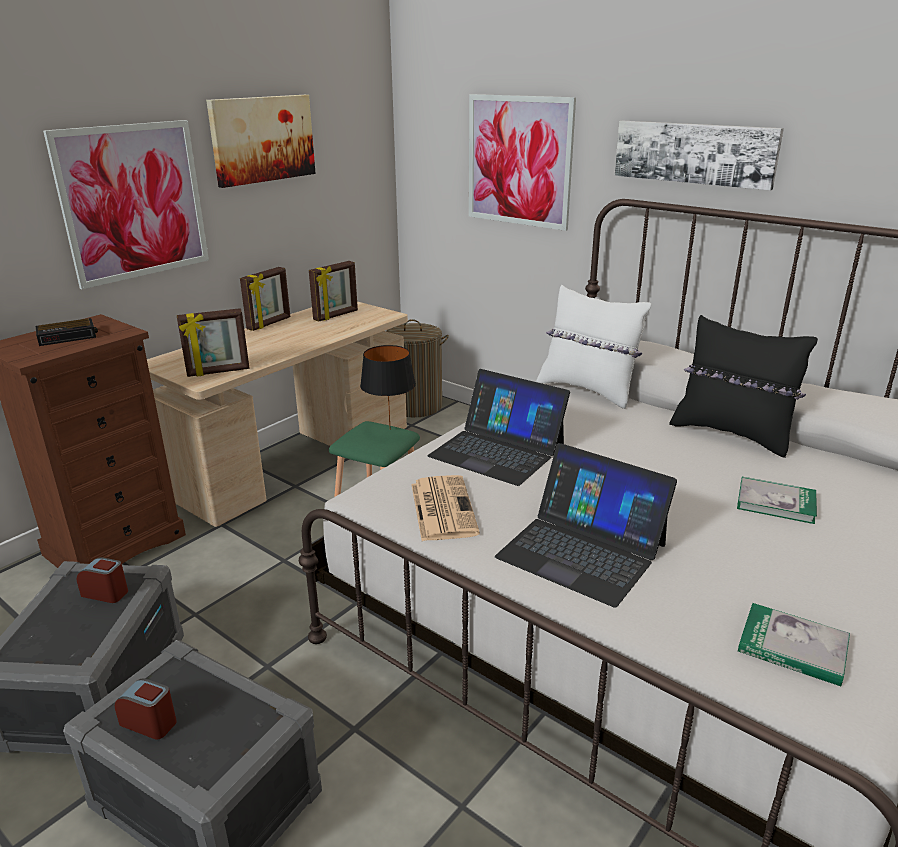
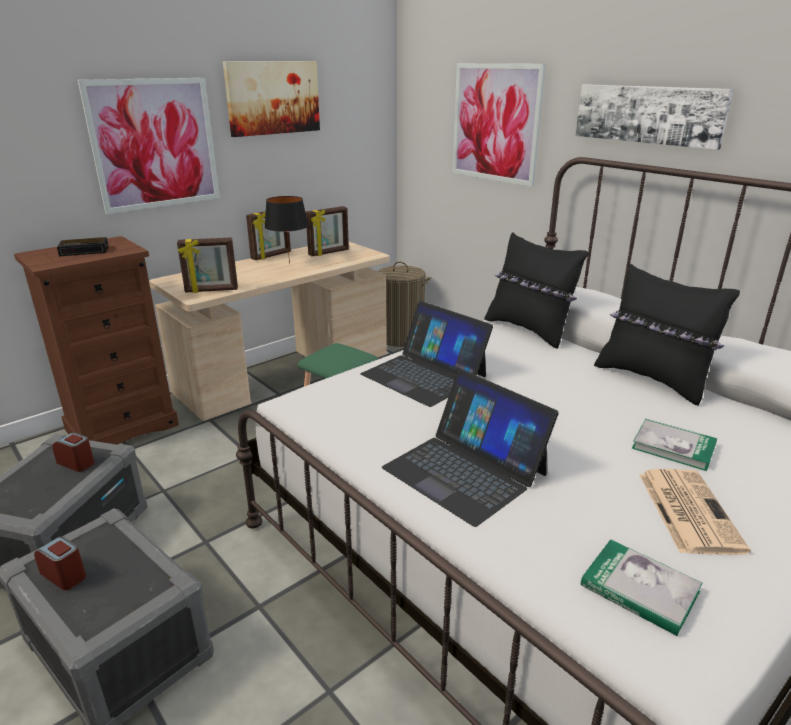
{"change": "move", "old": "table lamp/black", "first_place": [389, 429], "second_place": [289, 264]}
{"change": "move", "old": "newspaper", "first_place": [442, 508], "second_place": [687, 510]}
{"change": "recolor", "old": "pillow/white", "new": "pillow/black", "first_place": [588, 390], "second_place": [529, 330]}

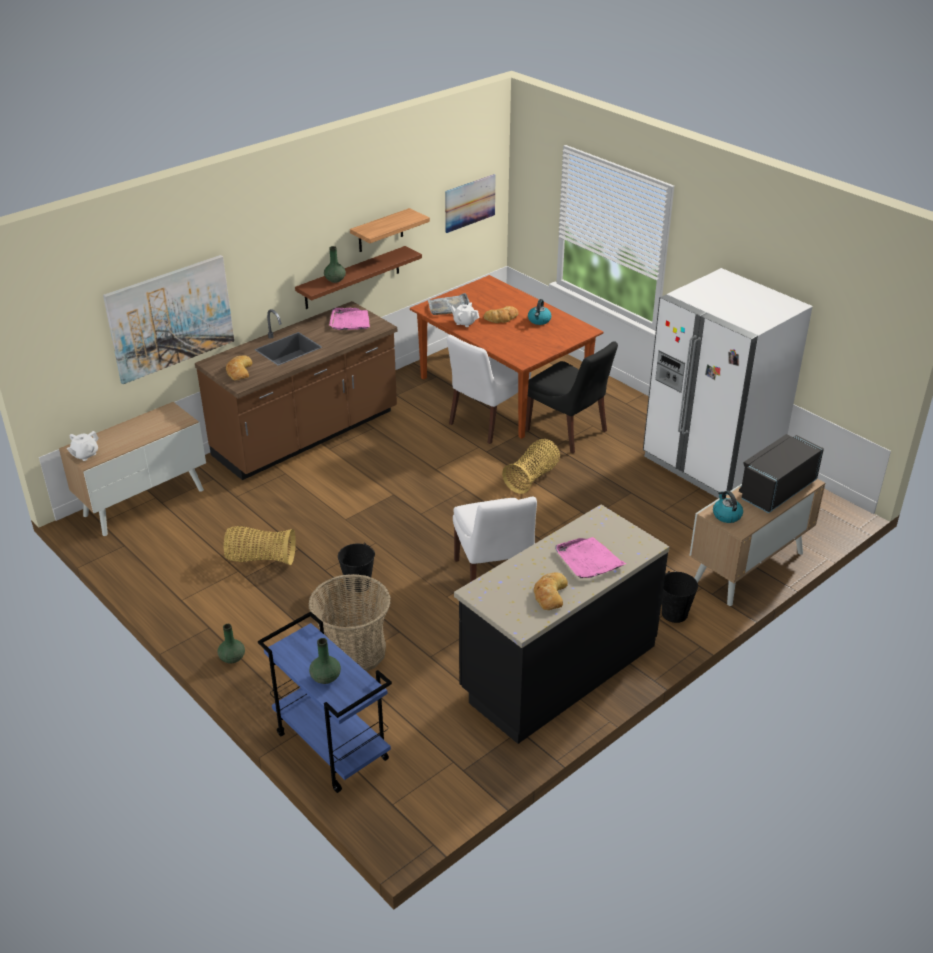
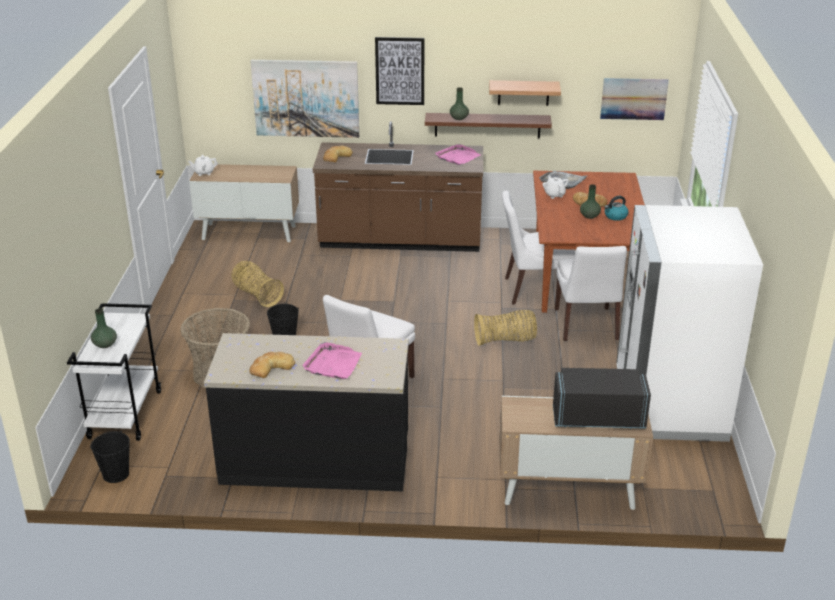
{"change": "delete", "old": "kettle", "first_place": [726, 515]}
{"change": "insert", "new": "picture", "second_place": [400, 71]}
{"change": "move", "old": "vase/green", "first_place": [232, 658], "second_place": [590, 216]}
{"change": "move", "old": "bucket/black", "first_place": [674, 613], "second_place": [116, 474]}
{"change": "recolor", "old": "cart/blue", "new": "cart/white", "first_place": [330, 746], "second_place": [125, 414]}
{"change": "recolor", "old": "chair/black", "new": "chair/white", "first_place": [568, 432], "second_place": [586, 325]}

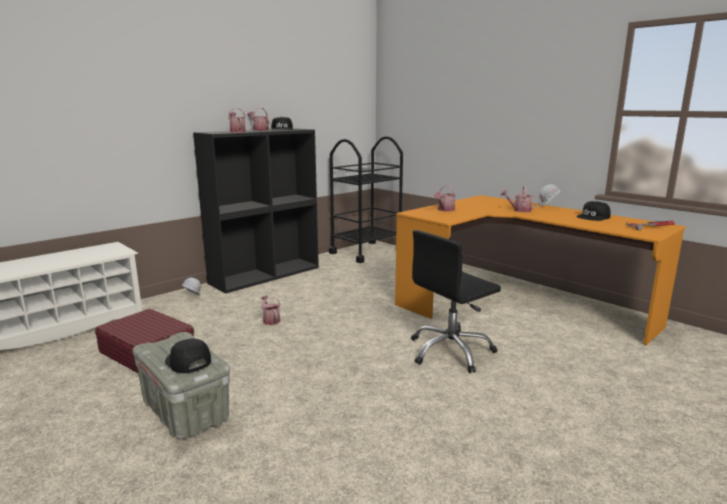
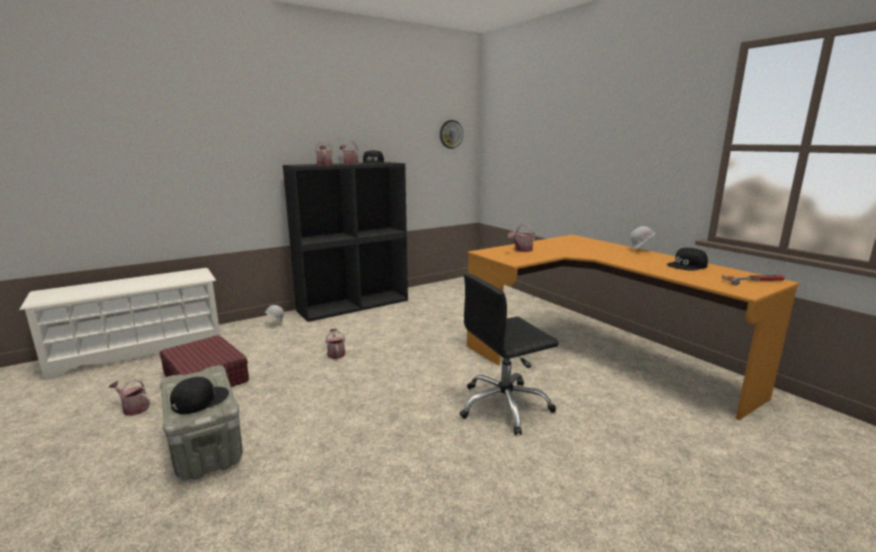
{"change": "delete", "old": "cart/black", "first_place": [366, 252]}
{"change": "insert", "new": "wall clock", "second_place": [451, 134]}
{"change": "move", "old": "watering can", "first_place": [519, 210], "second_place": [133, 408]}
{"change": "rotate", "old": "cap/black", "first_place": [187, 361], "second_place": [199, 400], "degrees": 75}

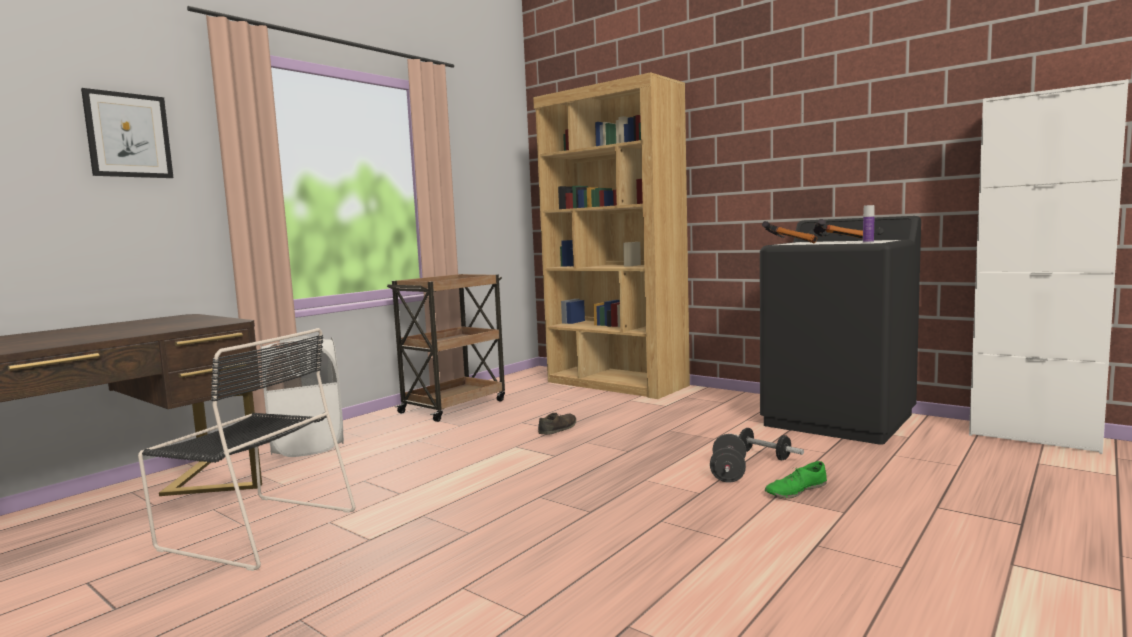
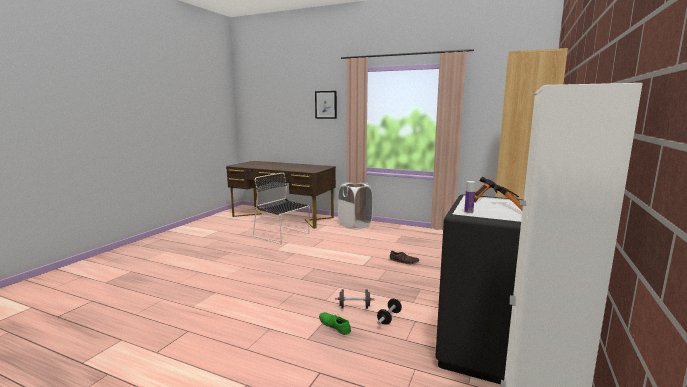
{"change": "delete", "old": "cart/brown", "first_place": [454, 406]}
{"change": "rotate", "old": "chair/black", "first_place": [255, 529], "second_place": [282, 235], "degrees": 120}

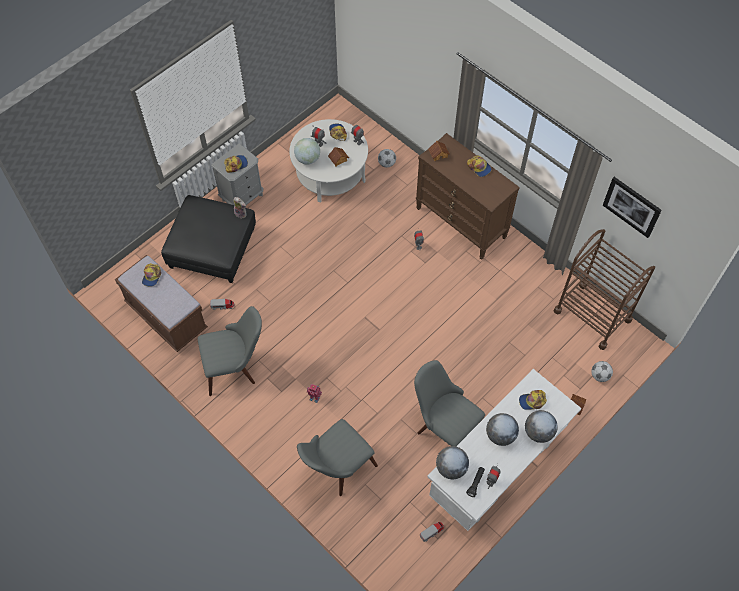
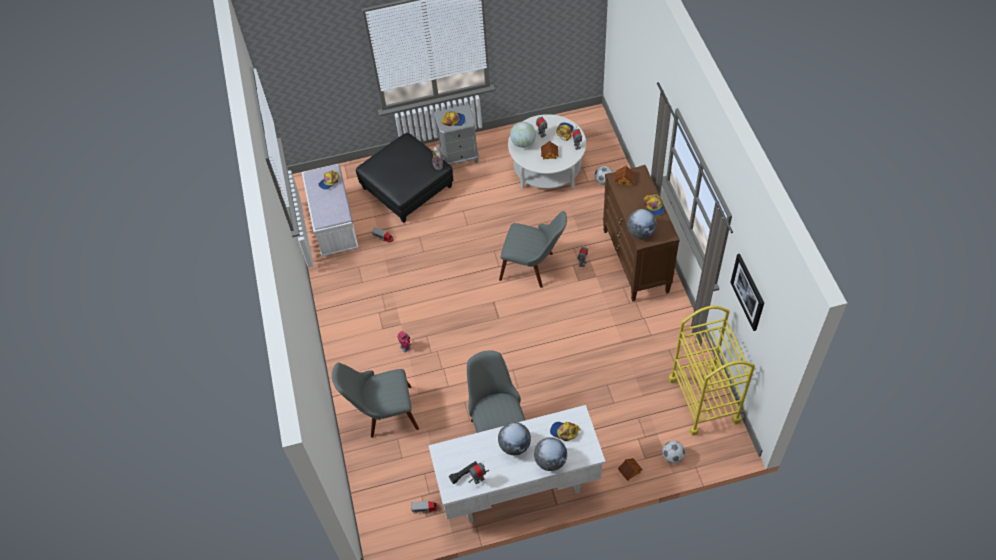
{"change": "move", "old": "chair/grey", "first_place": [235, 366], "second_place": [534, 267]}
{"change": "move", "old": "globe", "first_place": [451, 468], "second_place": [640, 232]}
{"change": "recolor", "old": "bench/brown", "new": "bench/white", "first_place": [166, 316], "second_place": [334, 225]}
{"change": "recolor", "old": "cart/brown", "new": "cart/yellow", "first_place": [592, 315], "second_place": [704, 399]}

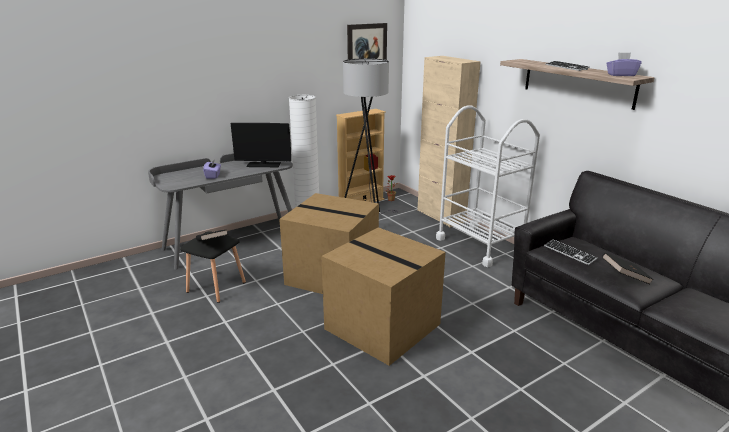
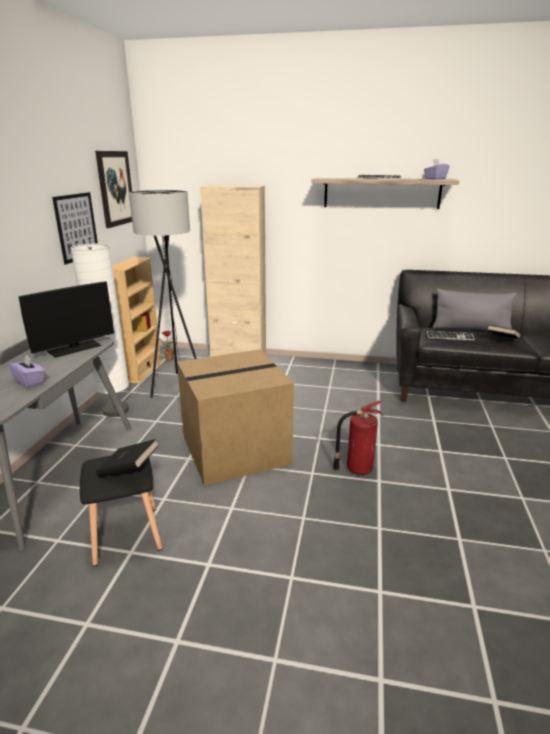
{"change": "delete", "old": "cart/white", "first_place": [480, 245]}
{"change": "insert", "new": "picture", "second_place": [76, 227]}
{"change": "insert", "new": "pillow/grey", "second_place": [470, 329]}
{"change": "replace", "old": "cardboard box", "new": "fire extinguisher", "first_place": [384, 326], "second_place": [357, 469]}

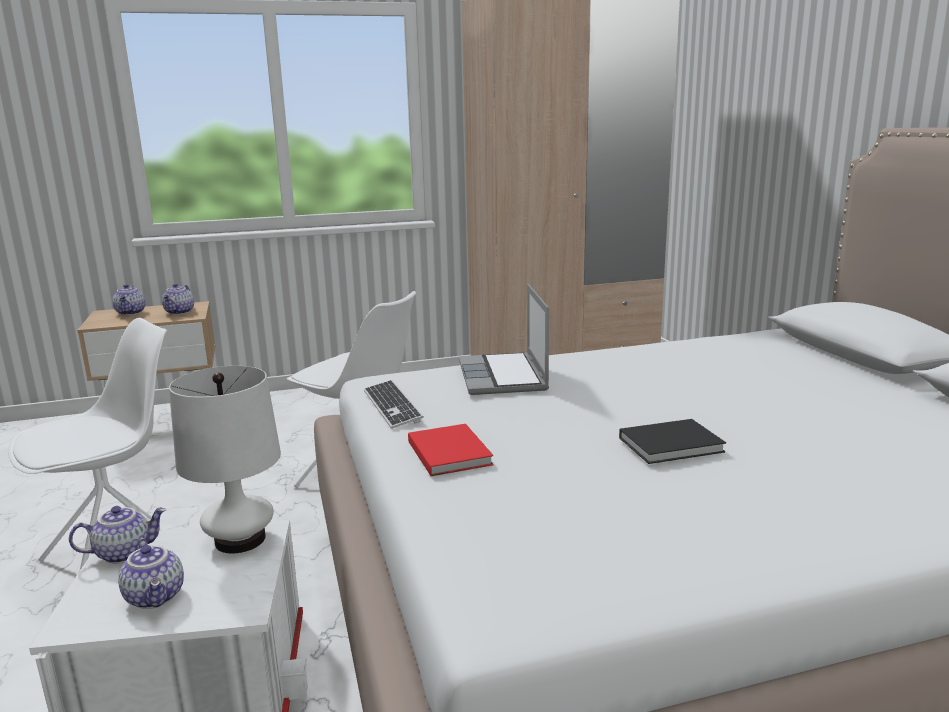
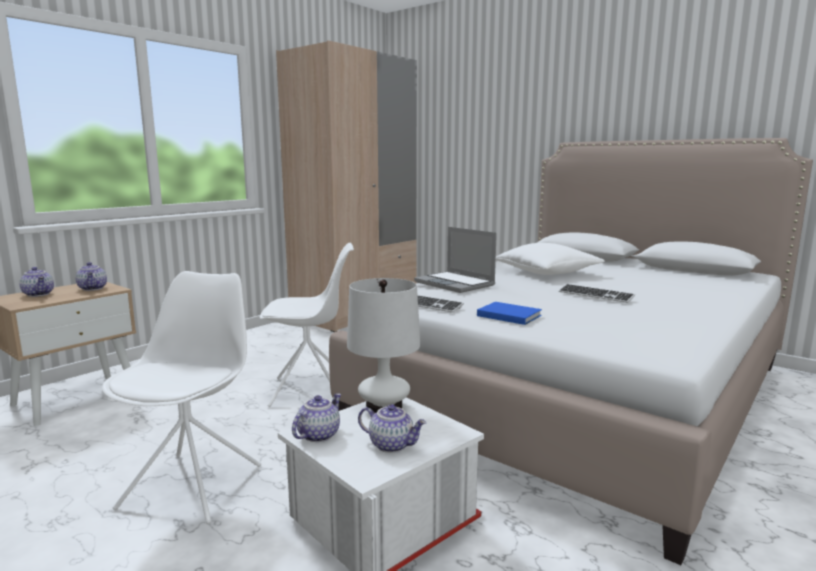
{"change": "insert", "new": "pillow/white", "second_place": [547, 272]}
{"change": "replace", "old": "book/black", "new": "keyboard", "first_place": [673, 445], "second_place": [595, 295]}
{"change": "recolor", "old": "book/red", "new": "book/blue", "first_place": [450, 452], "second_place": [508, 315]}

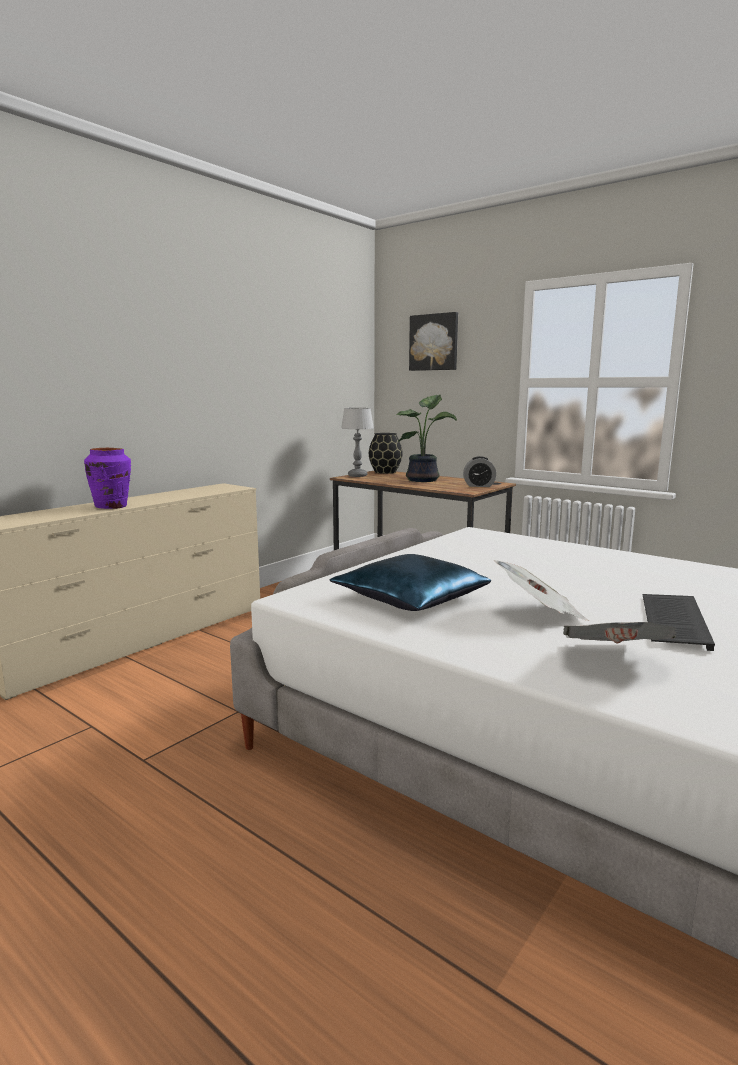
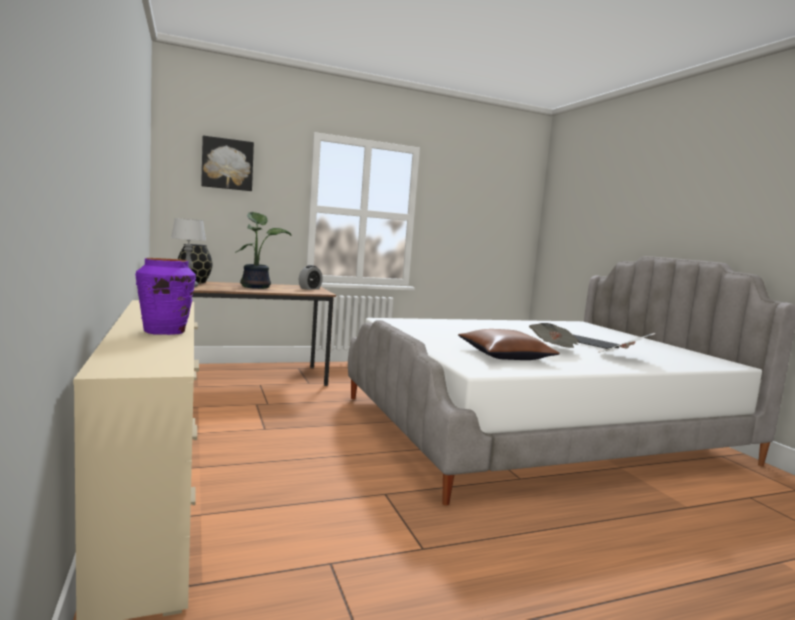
{"change": "recolor", "old": "pillow/blue", "new": "pillow/brown", "first_place": [410, 598], "second_place": [505, 356]}

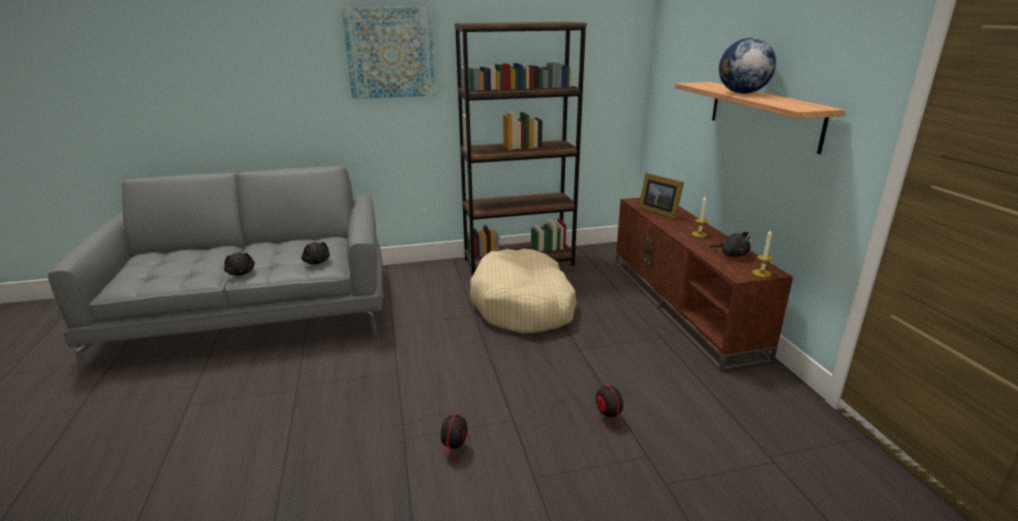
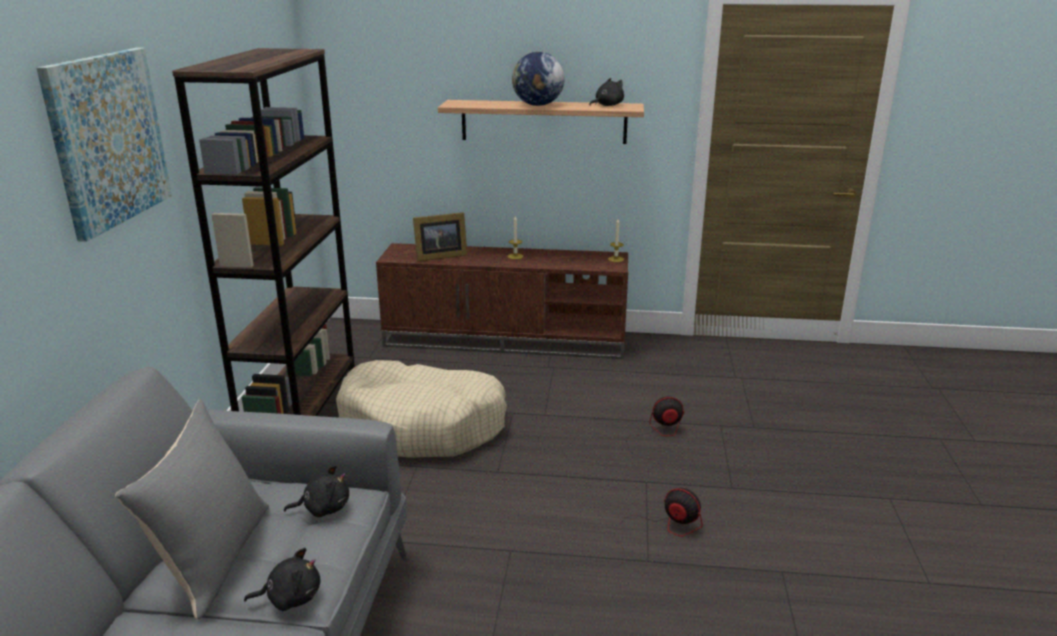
{"change": "insert", "new": "pillow/grey", "second_place": [214, 558]}
{"change": "move", "old": "plush toy/black", "first_place": [732, 254], "second_place": [607, 105]}

